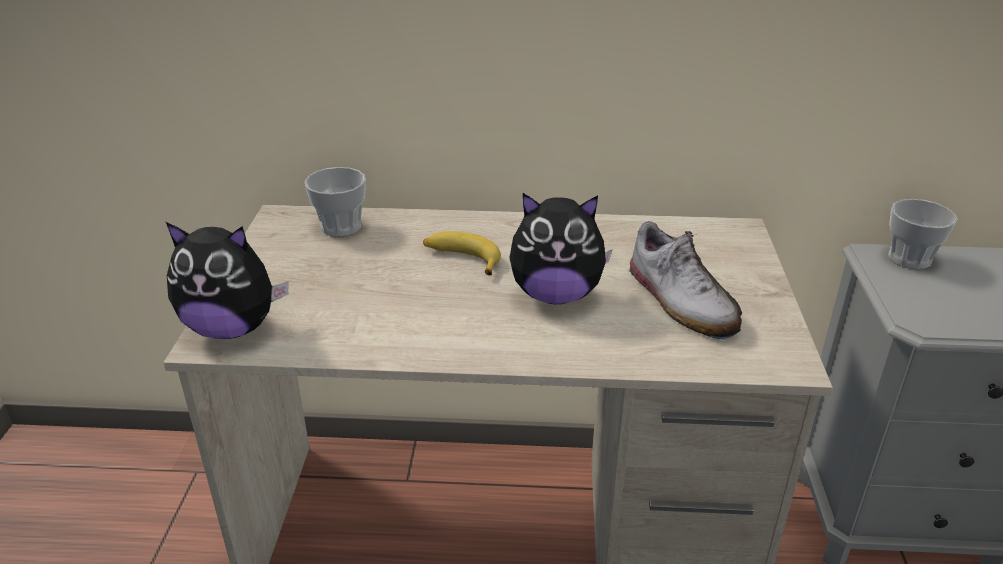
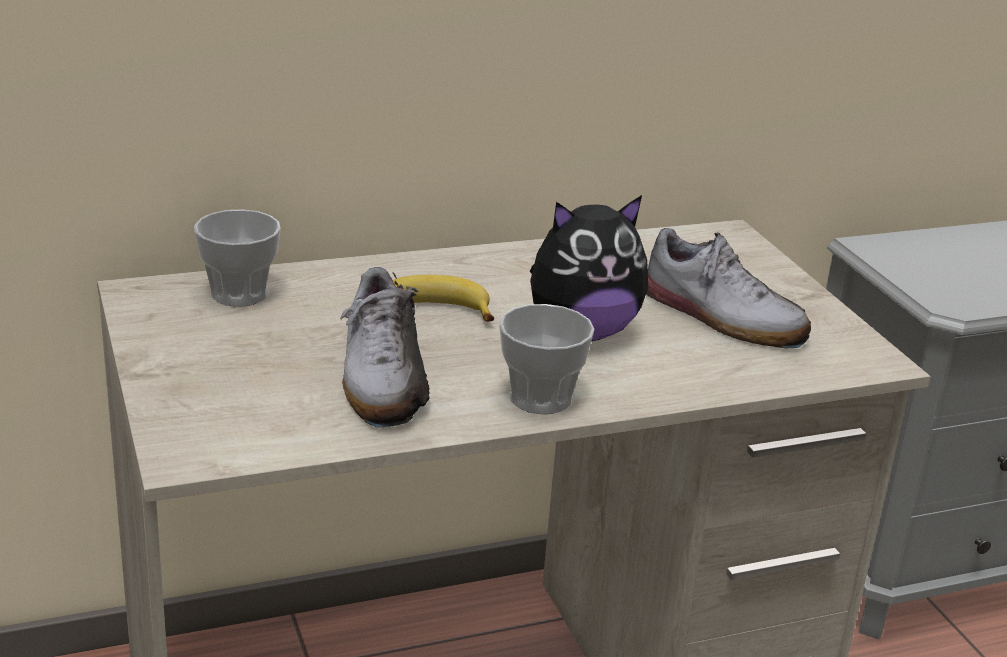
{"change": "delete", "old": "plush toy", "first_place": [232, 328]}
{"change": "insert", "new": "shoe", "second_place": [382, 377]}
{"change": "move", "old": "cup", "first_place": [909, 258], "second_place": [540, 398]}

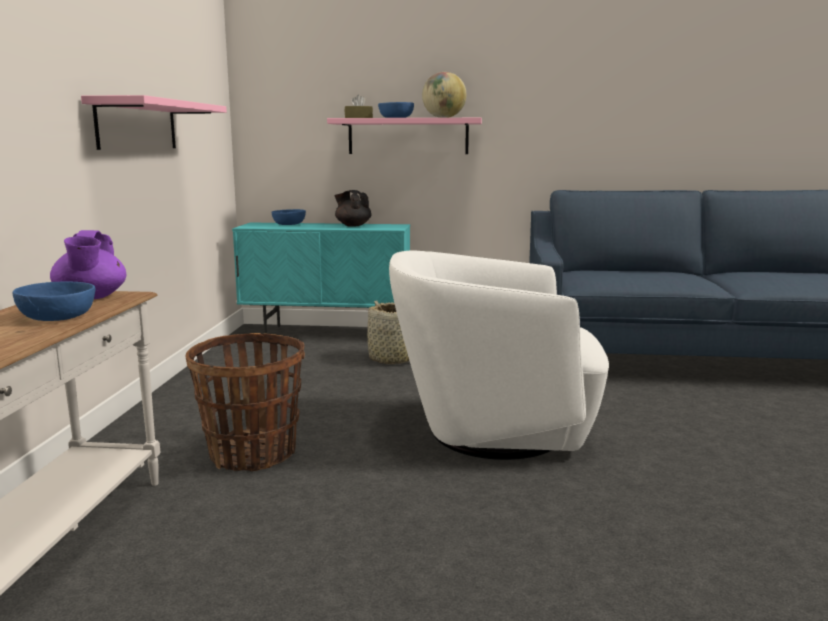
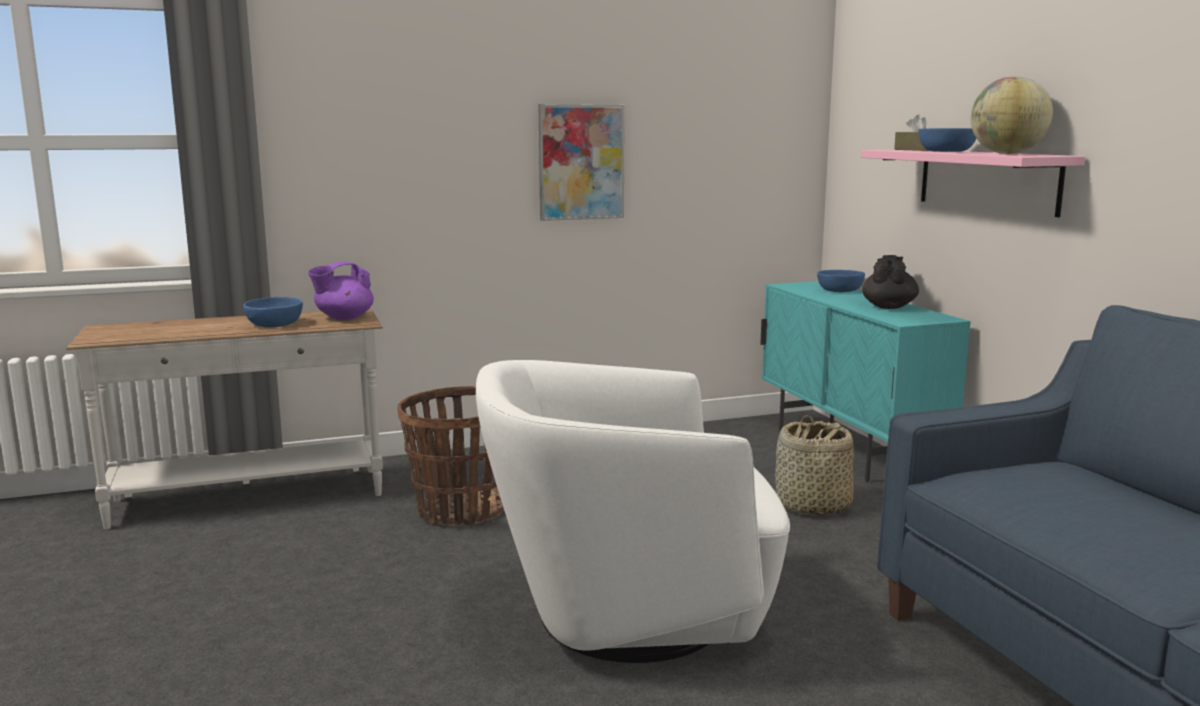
{"change": "replace", "old": "shelf/pink", "new": "picture", "first_place": [137, 125], "second_place": [581, 162]}
{"change": "rotate", "old": "armchair/white", "first_place": [493, 431], "second_place": [627, 613], "degrees": -75}

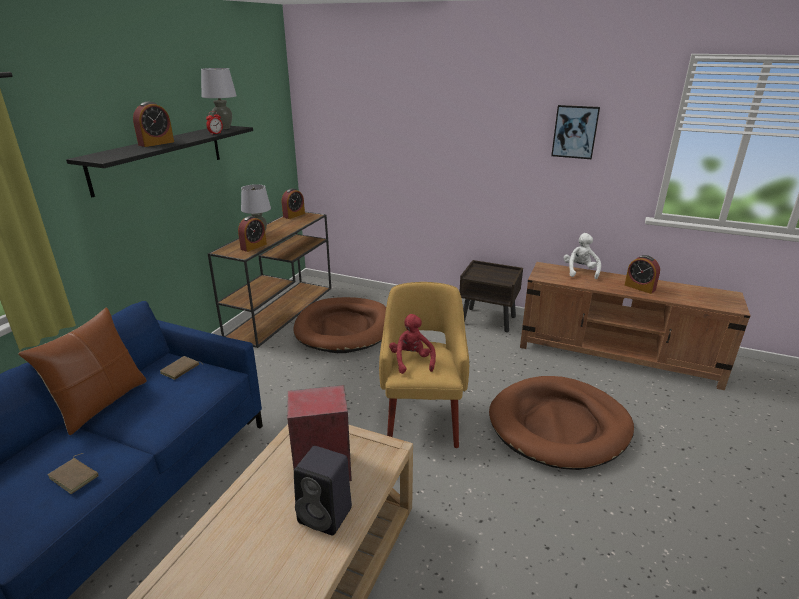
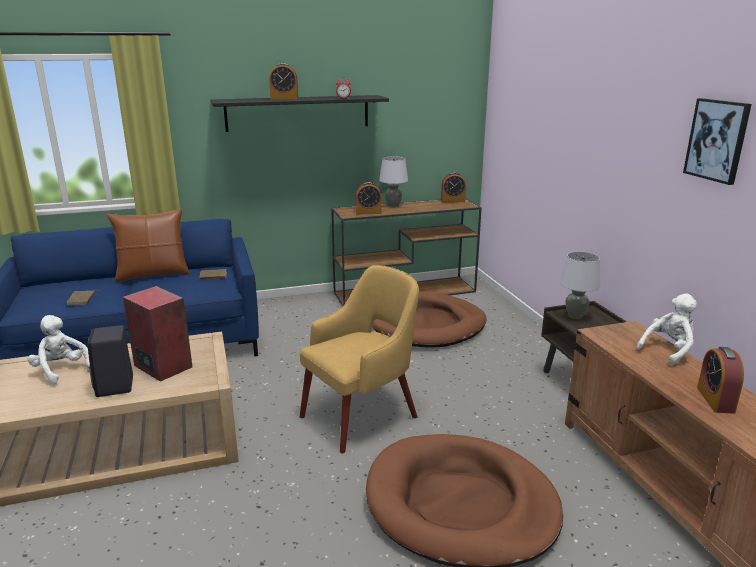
{"change": "delete", "old": "plush toy/red", "first_place": [411, 361]}
{"change": "insert", "new": "plush toy/white", "second_place": [61, 370]}
{"change": "move", "old": "table lamp/grey", "first_place": [223, 128], "second_place": [575, 316]}

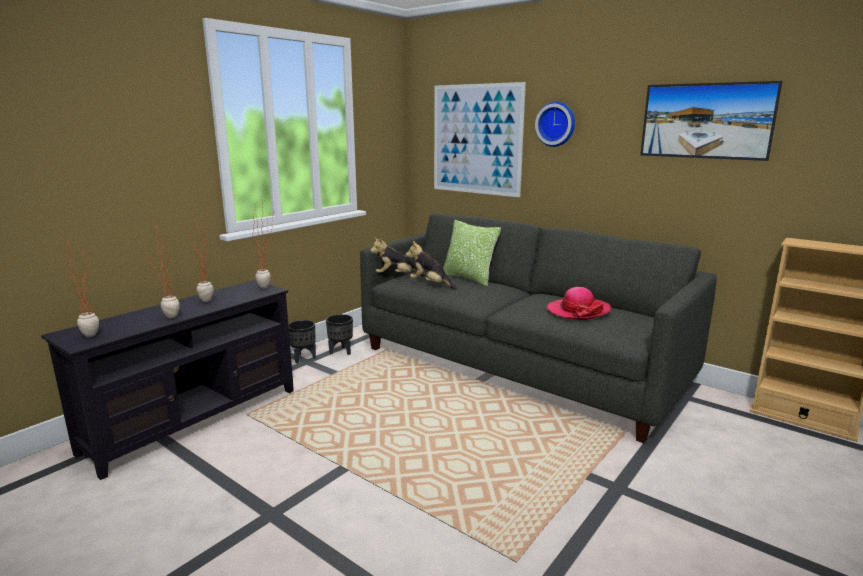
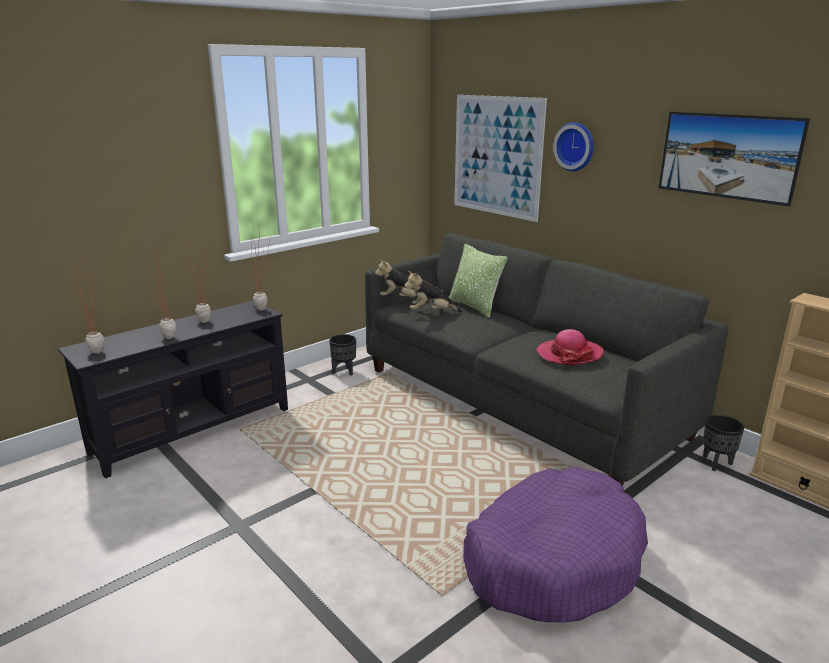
{"change": "insert", "new": "dog bed/purple", "second_place": [552, 559]}
{"change": "move", "old": "planter/black", "first_place": [303, 358], "second_place": [716, 463]}
{"change": "rotate", "old": "plush toy", "first_place": [430, 285], "second_place": [431, 312], "degrees": -45}

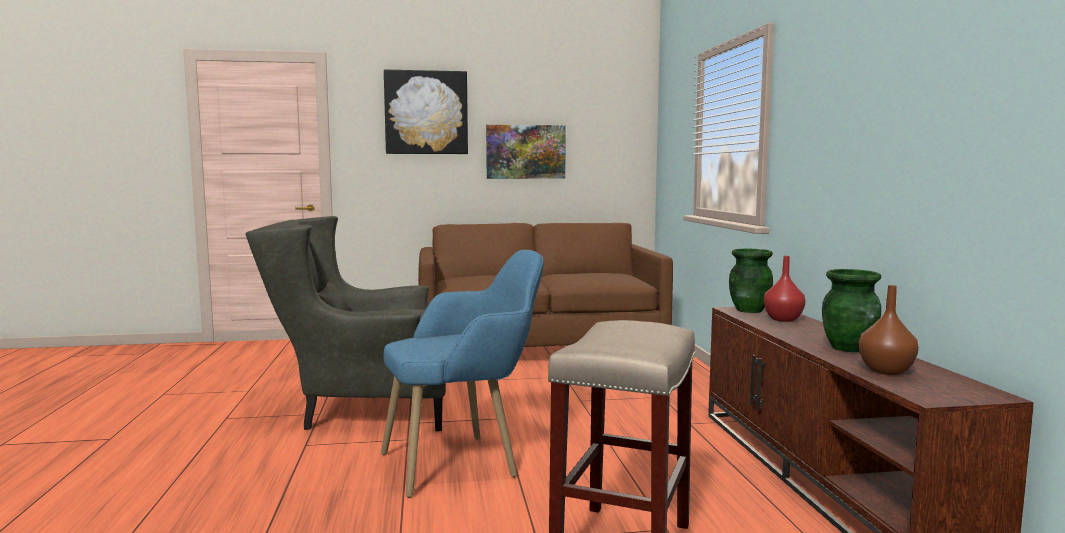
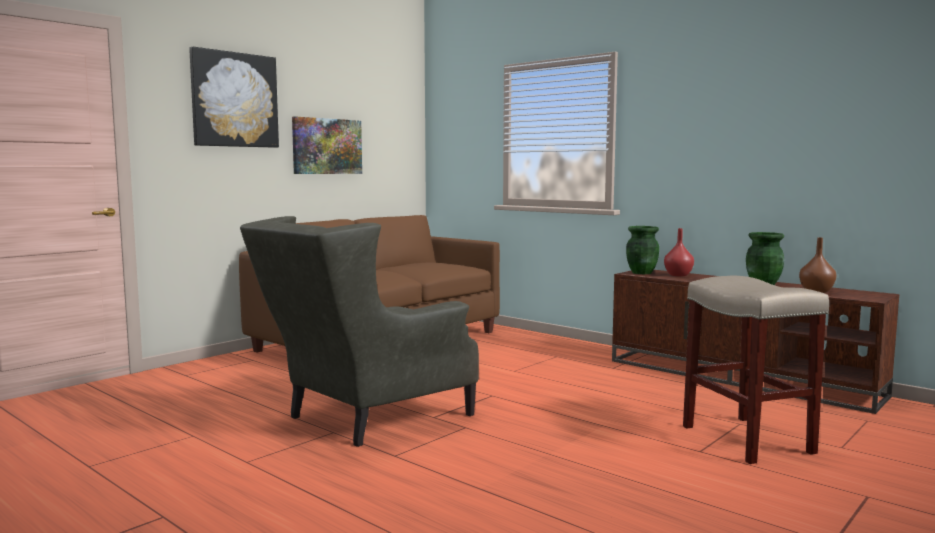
{"change": "delete", "old": "armchair/blue", "first_place": [465, 461]}

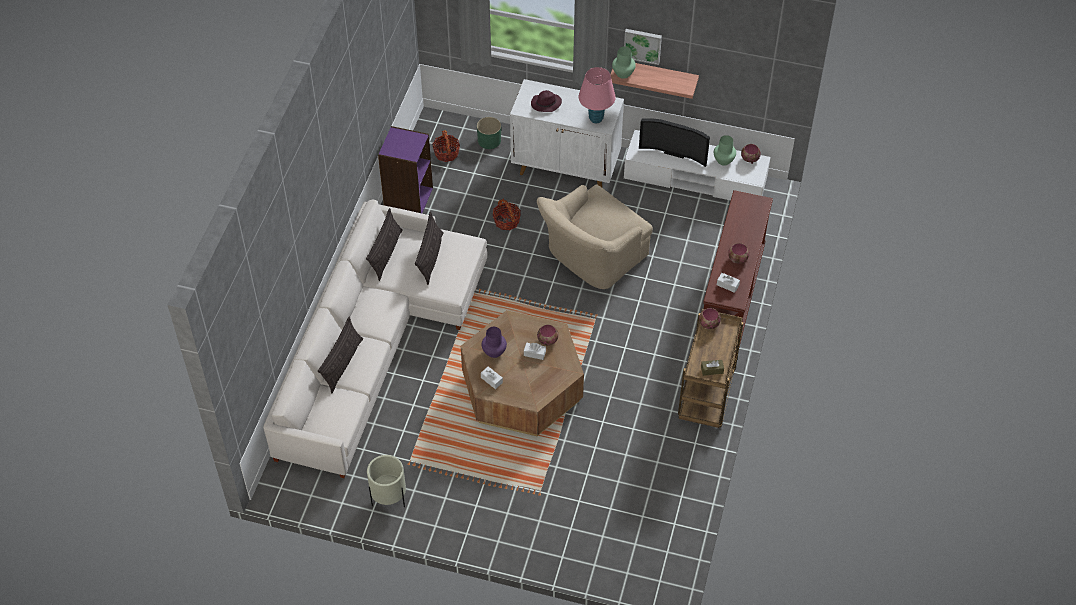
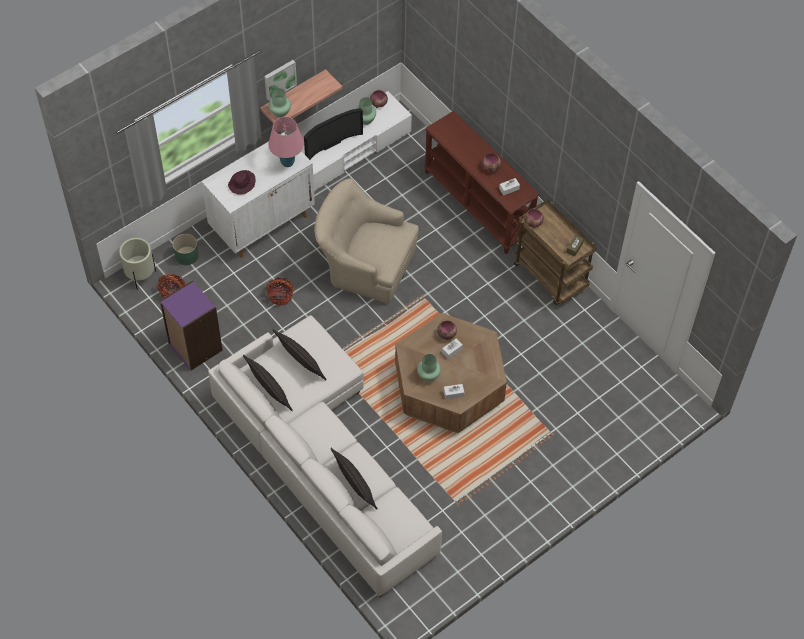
{"change": "move", "old": "planter/beige", "first_place": [389, 498], "second_place": [140, 276]}
{"change": "recolor", "old": "vase/purple", "new": "vase/green", "first_place": [494, 352], "second_place": [429, 375]}
{"change": "rotate", "old": "armchair/beige", "first_place": [591, 257], "second_place": [365, 264], "degrees": 120}

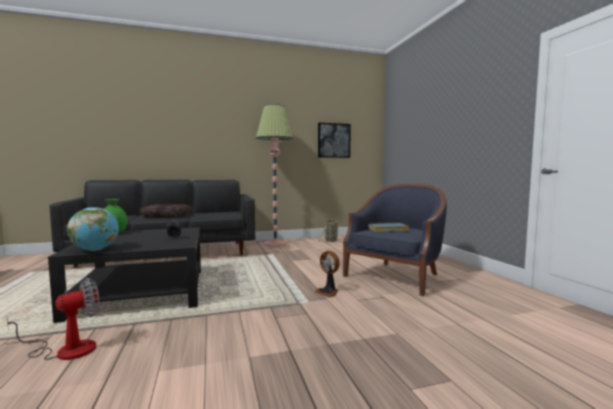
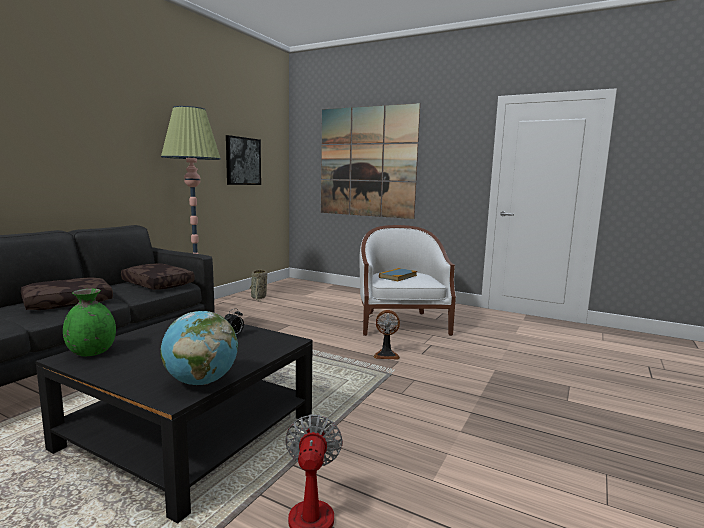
{"change": "insert", "new": "pillow/brown", "second_place": [156, 284]}
{"change": "insert", "new": "picture", "second_place": [367, 162]}
{"change": "recolor", "old": "armchair/blue", "new": "armchair/white", "first_place": [396, 277], "second_place": [401, 324]}

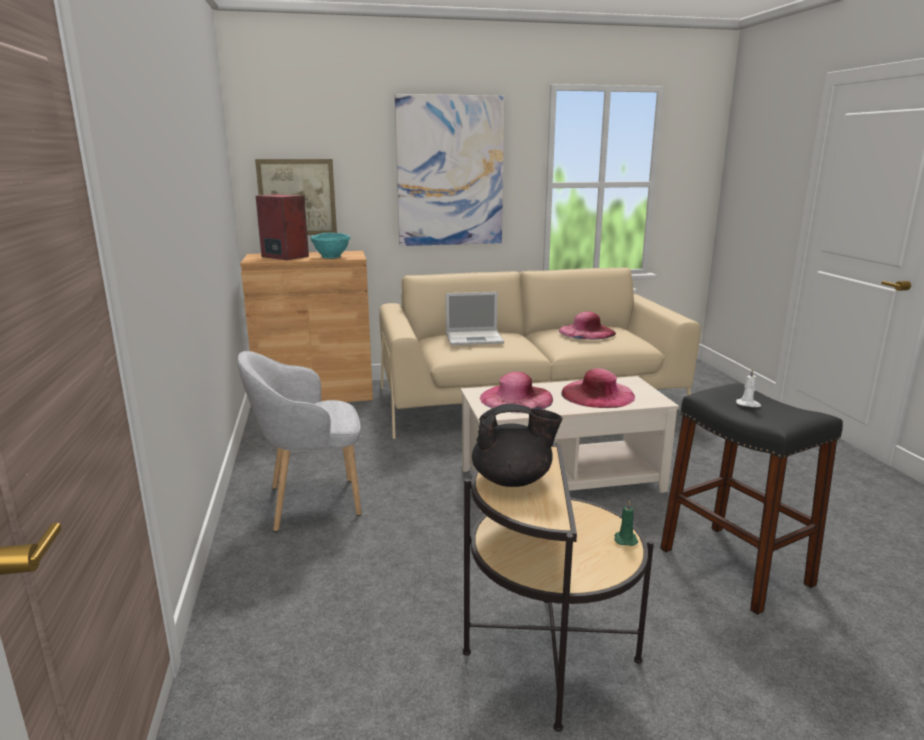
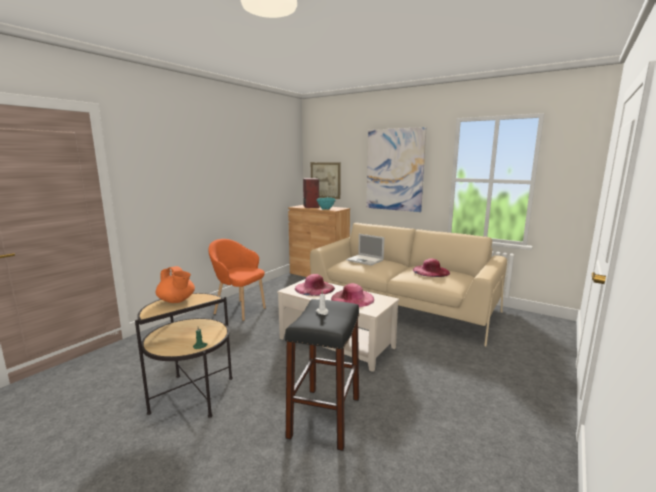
{"change": "recolor", "old": "armchair/grey", "new": "armchair/orange", "first_place": [310, 503], "second_place": [239, 310]}
{"change": "recolor", "old": "teapot/black", "new": "teapot/orange", "first_place": [513, 480], "second_place": [177, 301]}

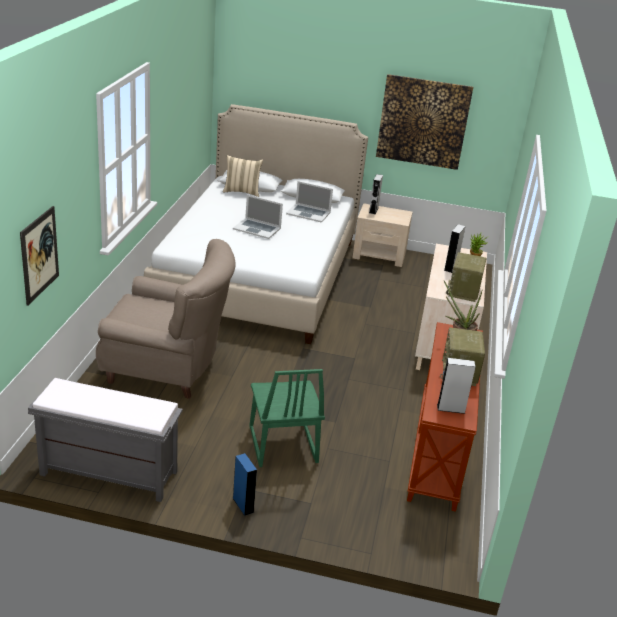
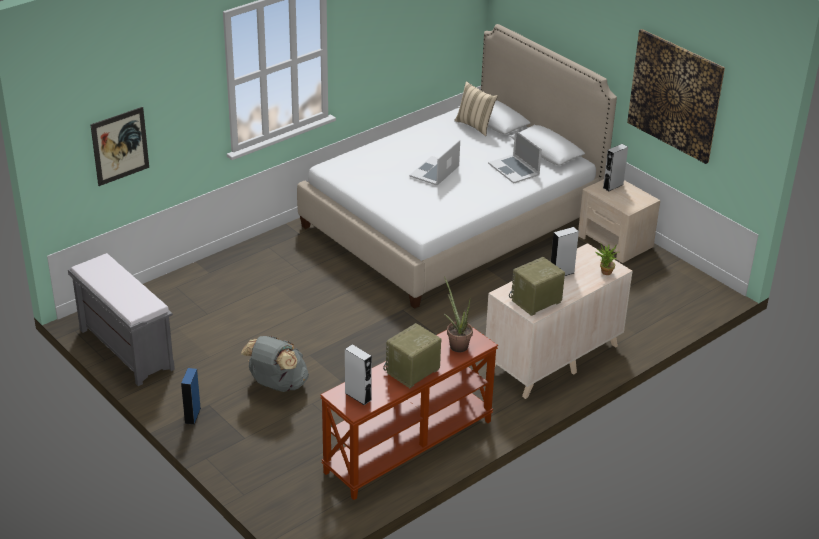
{"change": "delete", "old": "armchair/beige", "first_place": [167, 368]}
{"change": "replace", "old": "chair/green", "new": "backpack/grey", "first_place": [282, 445], "second_place": [277, 385]}
{"change": "rotate", "old": "laptop", "first_place": [257, 228], "second_place": [435, 171], "degrees": 60}

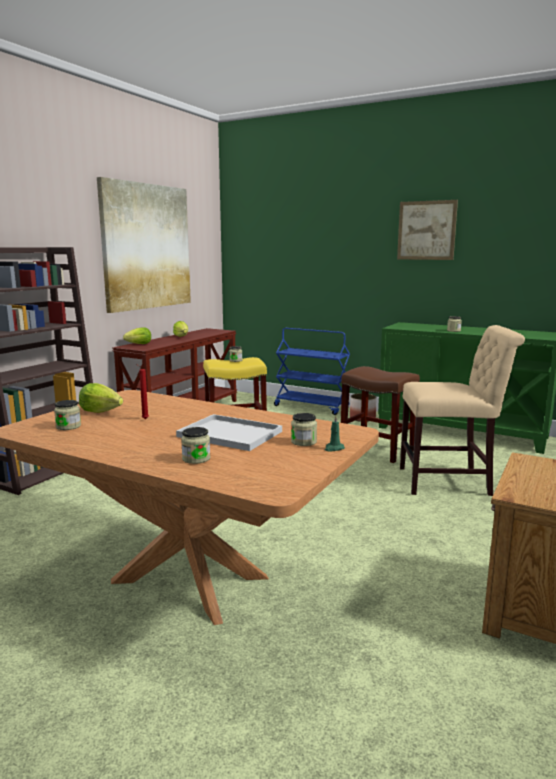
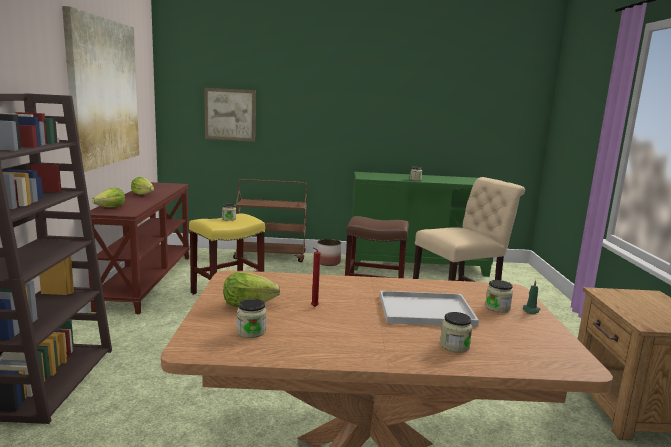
{"change": "move", "old": "picture", "first_place": [426, 230], "second_place": [230, 114]}
{"change": "recolor", "old": "cart/blue", "new": "cart/brown", "first_place": [312, 407], "second_place": [271, 256]}

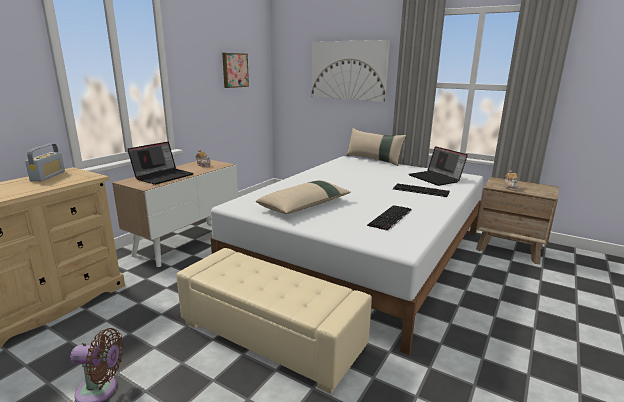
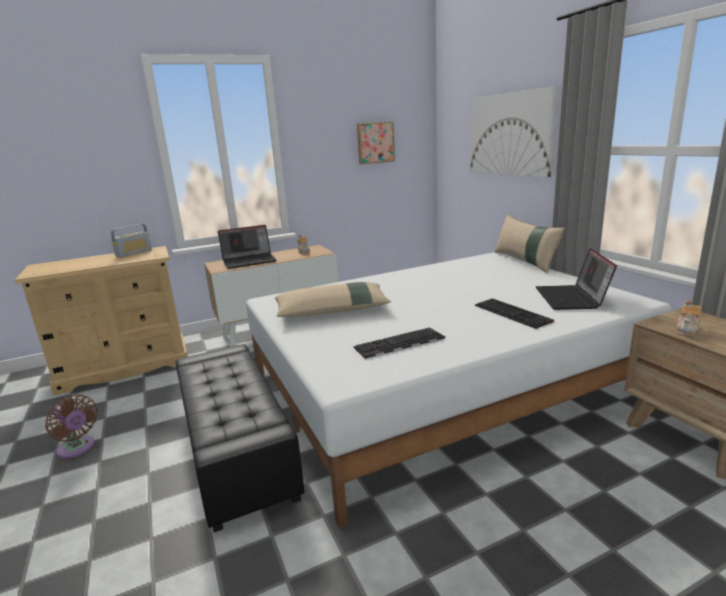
{"change": "recolor", "old": "ottoman/beige", "new": "ottoman/black", "first_place": [271, 335], "second_place": [237, 449]}

